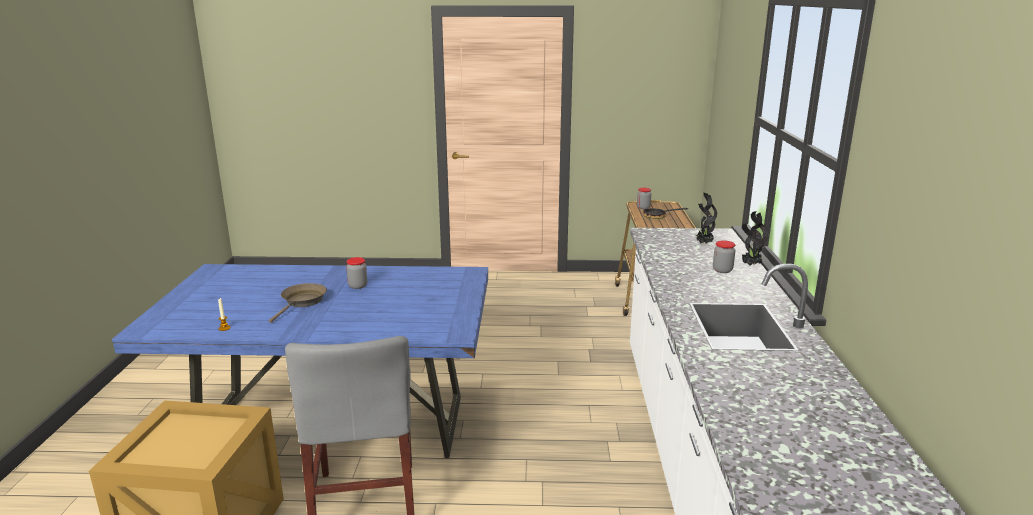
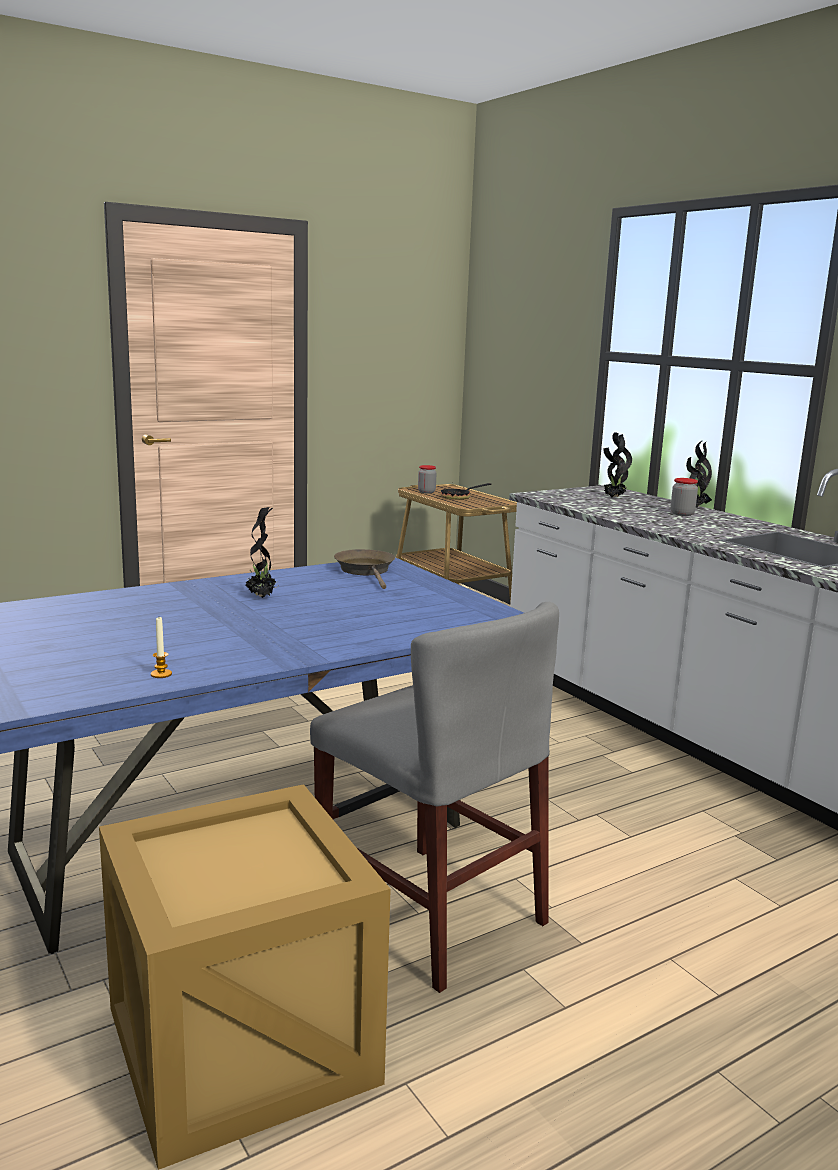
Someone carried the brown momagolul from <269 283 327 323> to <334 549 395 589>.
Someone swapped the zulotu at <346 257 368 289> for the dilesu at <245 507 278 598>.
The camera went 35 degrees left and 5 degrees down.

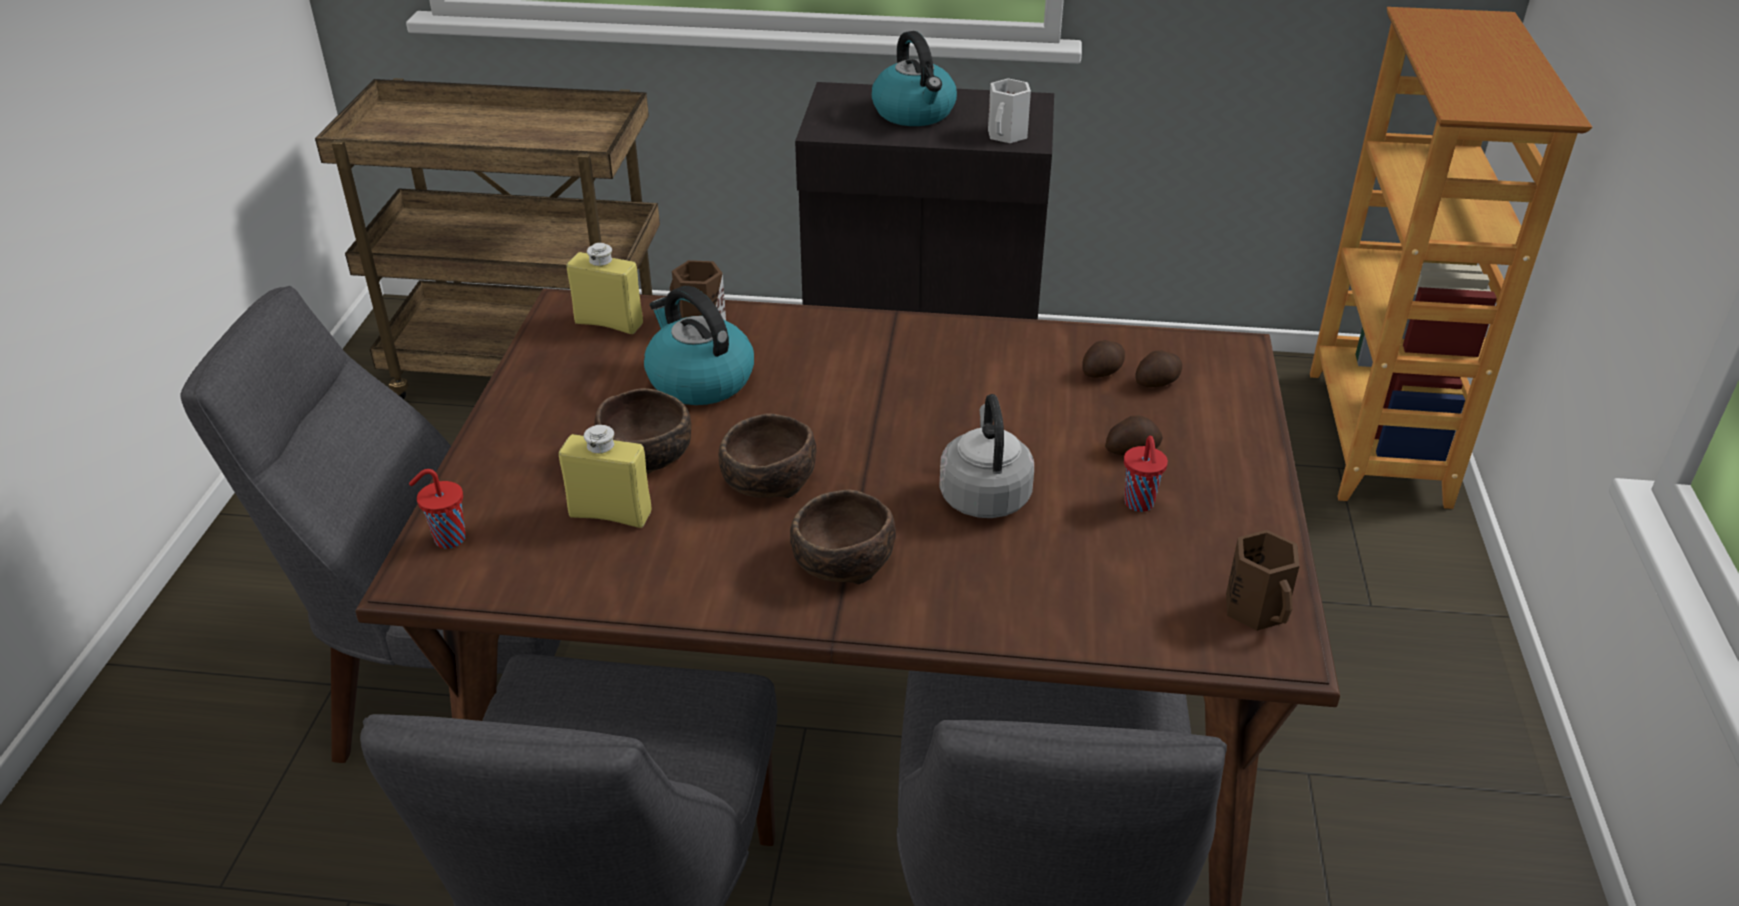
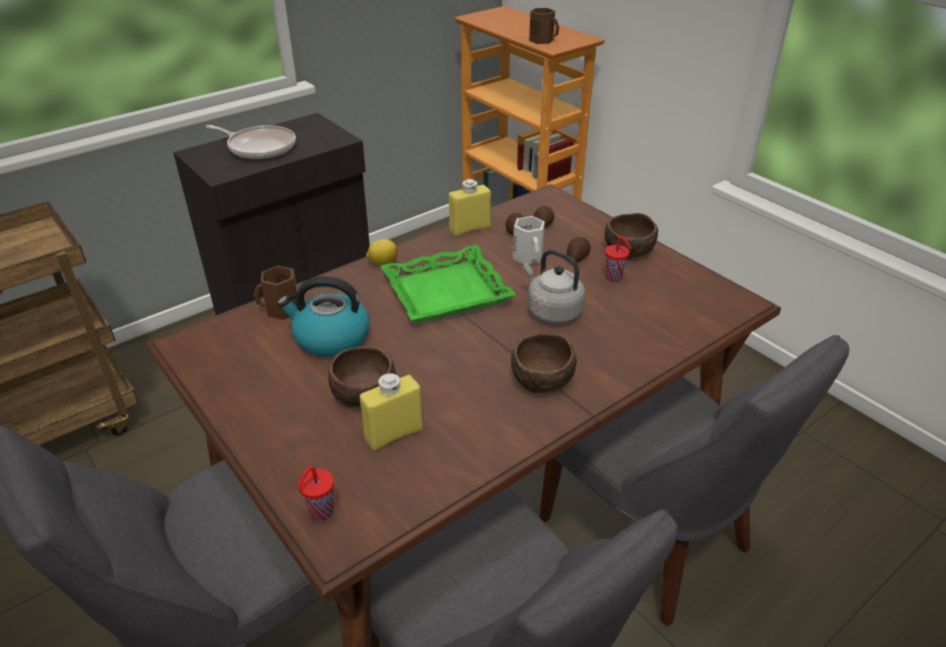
Someone carried the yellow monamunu from <567 243 643 334> to <449 179 491 237>.
Someone carried the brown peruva from <718 414 817 498> to <605 213 658 259>.
Someone swapped the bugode at <872 31 957 126> for the momagolul at <206 125 296 160>.
Someone carried the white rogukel from <988 78 1031 143> to <513 216 545 264>.
Someone carried the brown rogukel from <1226 530 1299 631> to <529 8 559 44>.
Someone put down the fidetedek at <366 239 398 265>.
Someone put down the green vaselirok at <381 245 516 322>.
The camera went 45 degrees left and 0 degrees up.

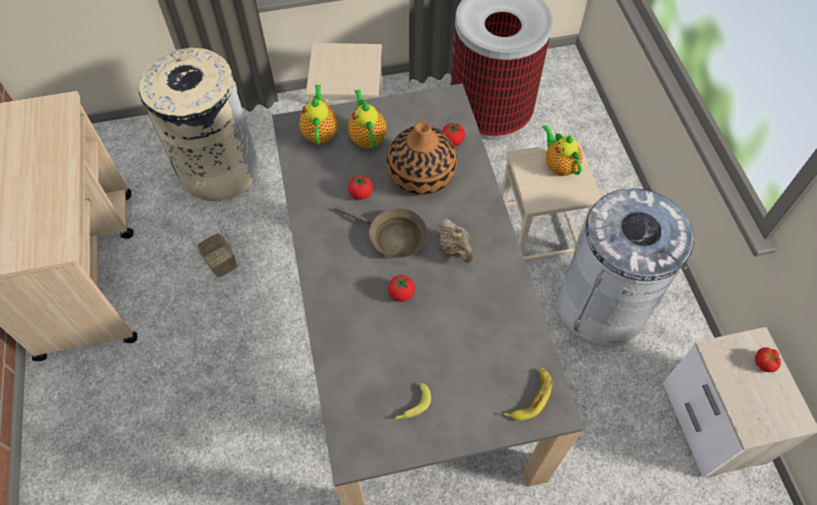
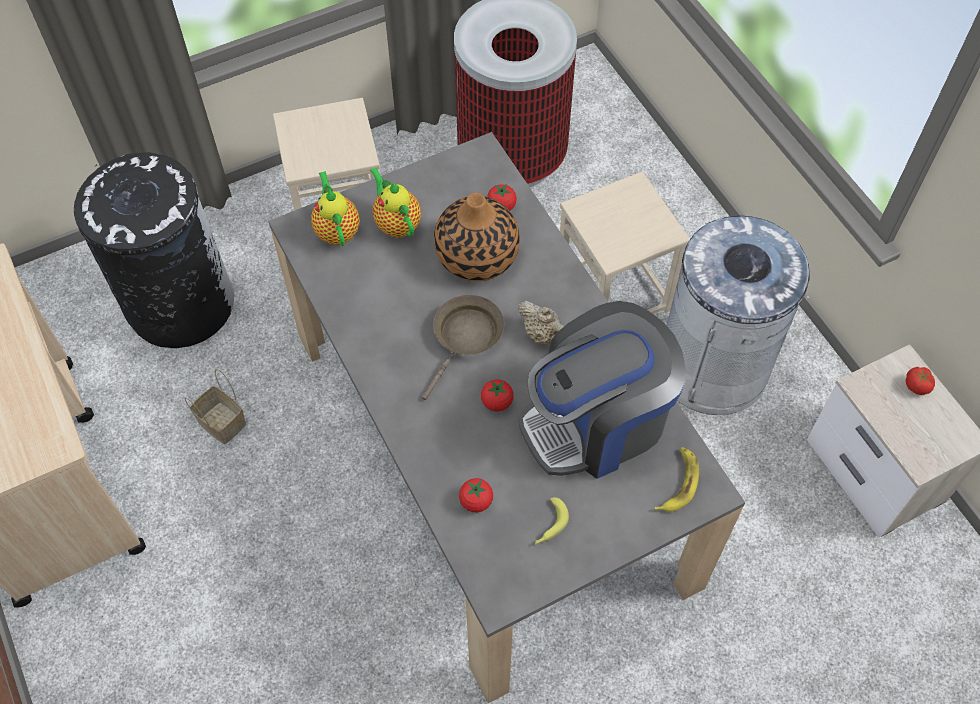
Someone repainted the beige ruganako at <139 48 259 201>, which became the black ruganako at <74 152 234 348>.
Someone rotated the brown momagolul at <335 206 427 258> by 75 degrees counterclockwise.
Someone carried the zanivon from <348 175 373 200> to <459 478 493 513>.
Someone took away the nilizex at <542 124 583 176>.
Someone put down the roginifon at <518 301 685 479>.
The camera went 15 degrees left and 0 degrees up.

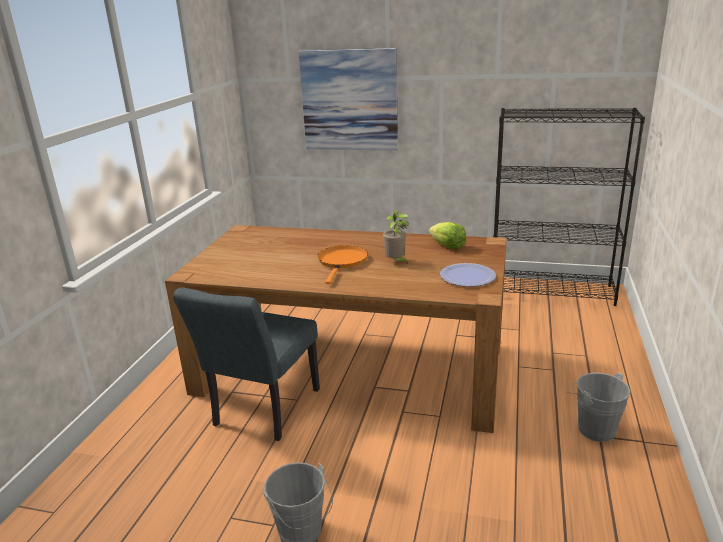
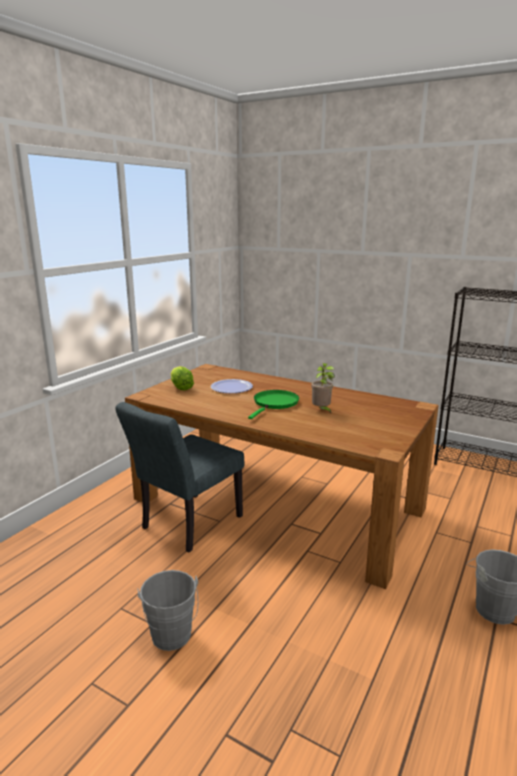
Someone took away the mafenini at <298 48 398 151>.
Someone repainted the orange momagolul at <318 245 368 284>, which became the green momagolul at <248 390 299 419>.
Someone carried the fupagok from <428 222 466 249> to <171 366 194 390>.
Someone carried the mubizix from <440 263 496 287> to <211 379 253 393>.
The camera went 15 degrees right and 5 degrees down.

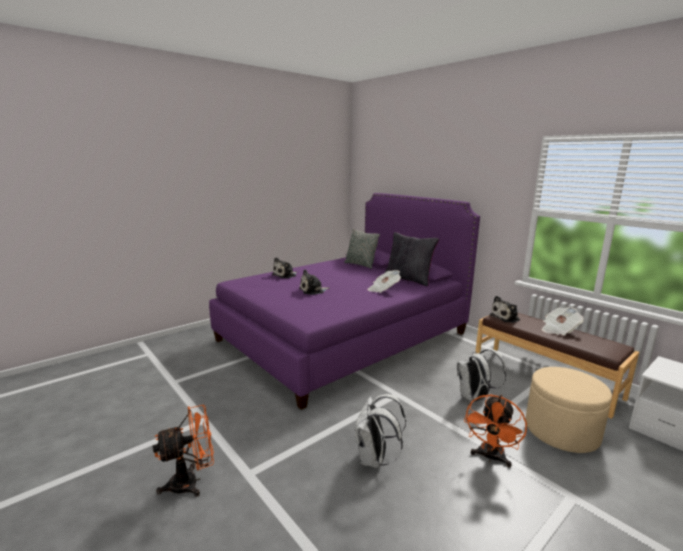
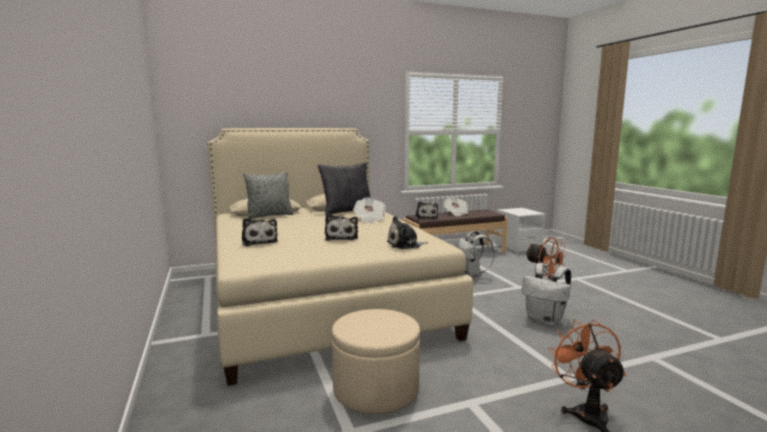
Someone repainted the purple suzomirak at <209 193 480 410>, which became the beige suzomirak at <207 128 473 386>.
Someone carried the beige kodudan from <526 367 612 453> to <332 309 420 414>.
Someone put down the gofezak at <386 216 428 249>.
The camera went 70 degrees left and 5 degrees down.

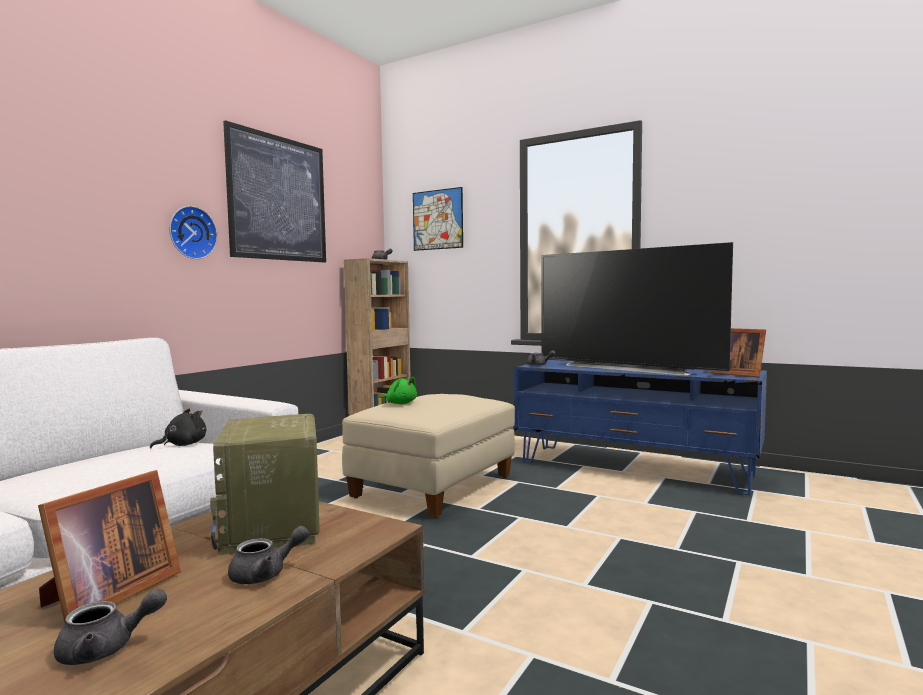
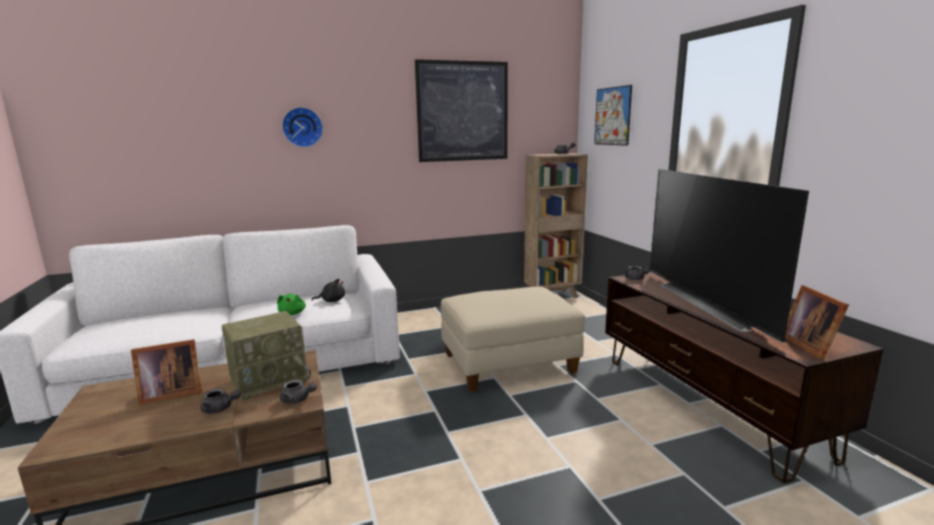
Someone carried the grey nilizex from <54 589 167 665> to <280 380 317 404>.
Someone carried the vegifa from <169 206 217 259> to <282 107 323 148>.
Someone rotated the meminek at <210 414 320 555> by 150 degrees counterclockwise.
Someone carried the green gofezak from <383 377 417 404> to <277 294 306 315>.
Someone repainted the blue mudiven at <514 360 767 495>, which became the brown mudiven at <605 272 884 483>.
The camera went 40 degrees right and 10 degrees up.

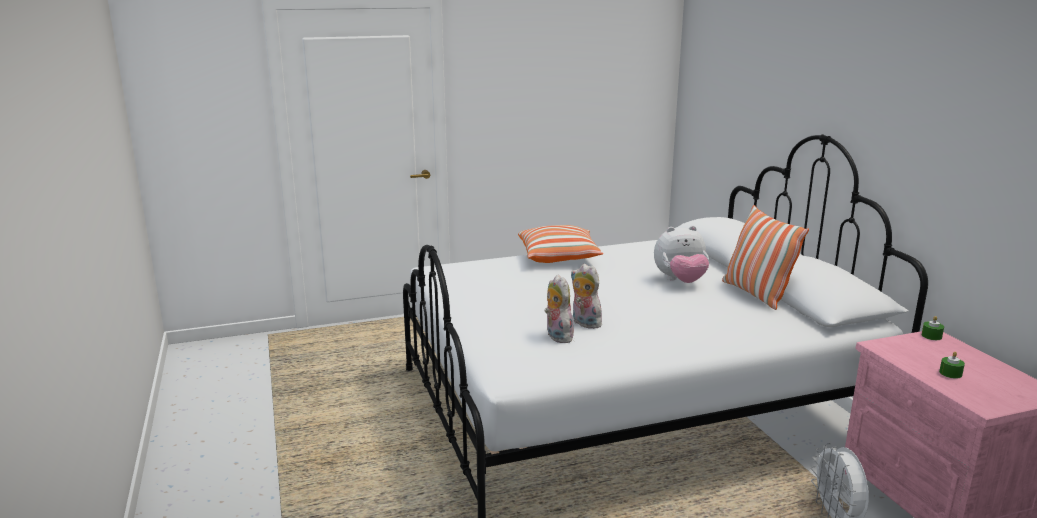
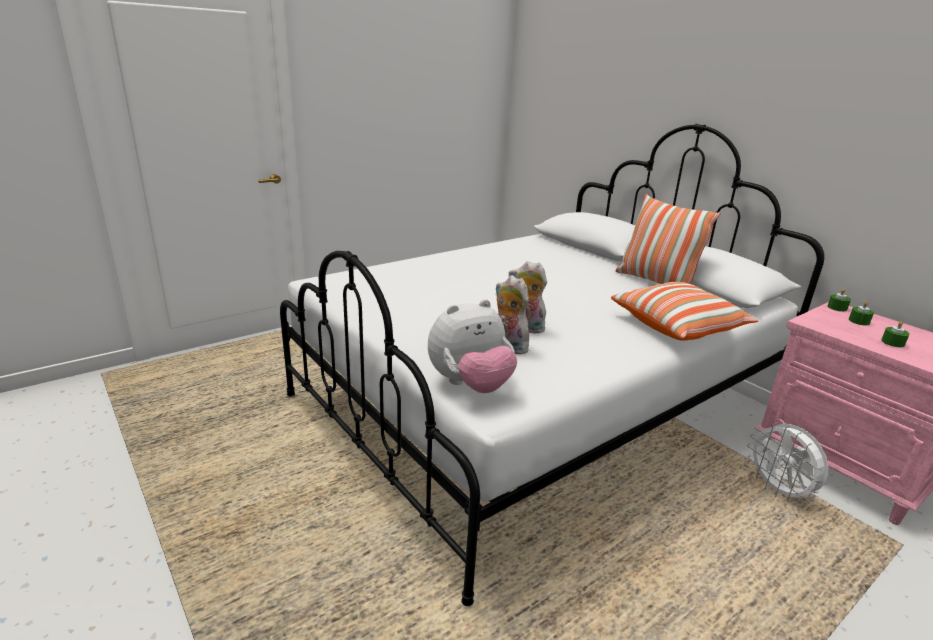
Someone carried the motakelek from <518 225 603 263> to <611 282 759 341>.
Someone carried the gofezak from <654 226 709 283> to <428 299 517 393>.
Someone put down the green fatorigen at <849 301 874 325>.
The camera went 20 degrees left and 5 degrees up.

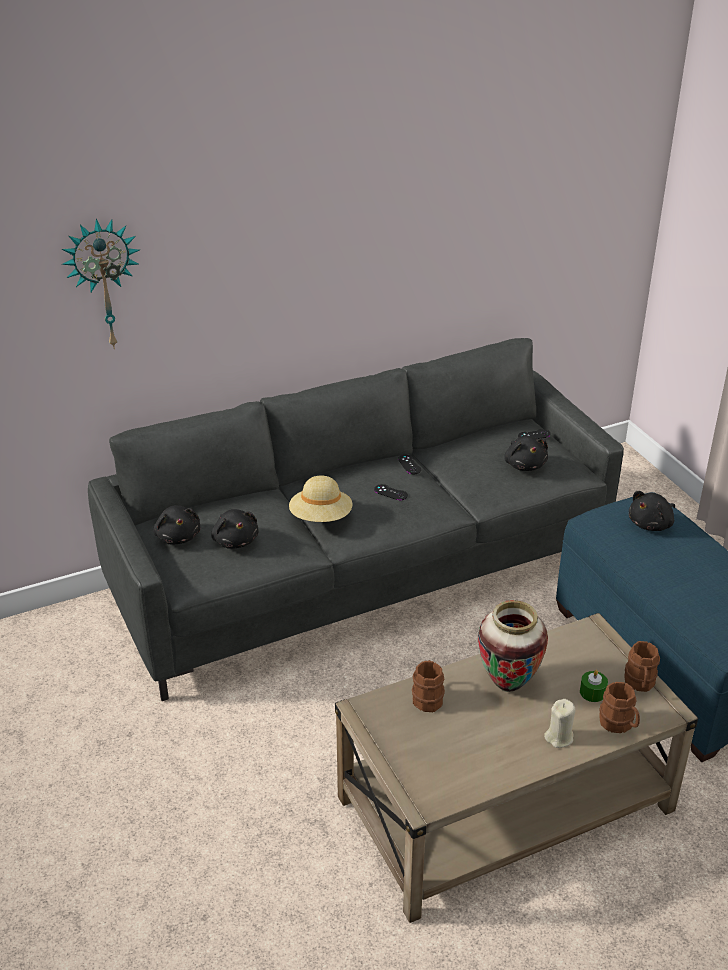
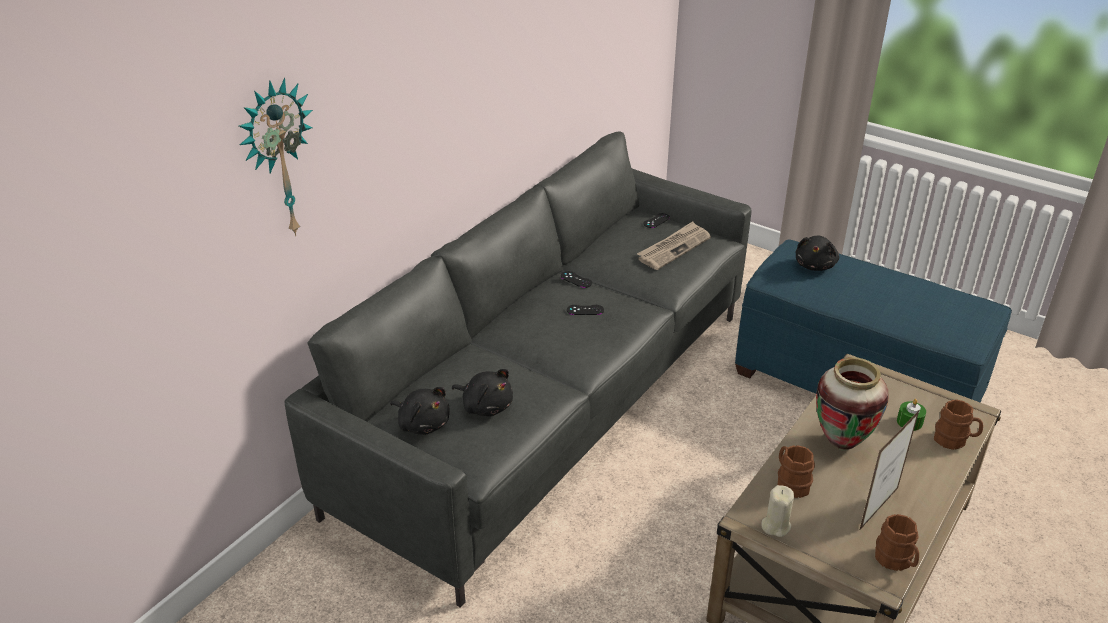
Someone took away the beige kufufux at <289 476 353 522>.
Someone swapped the black gofezak at <504 435 548 471> for the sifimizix at <637 221 711 270>.
Someone carried the beige fatorigen from <544 699 575 748> to <761 485 794 537>.
Someone carried the brown rogukel from <624 641 660 692> to <875 514 919 571>.
Someone put down the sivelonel at <859 409 920 531>.
The camera went 30 degrees left and 0 degrees up.

